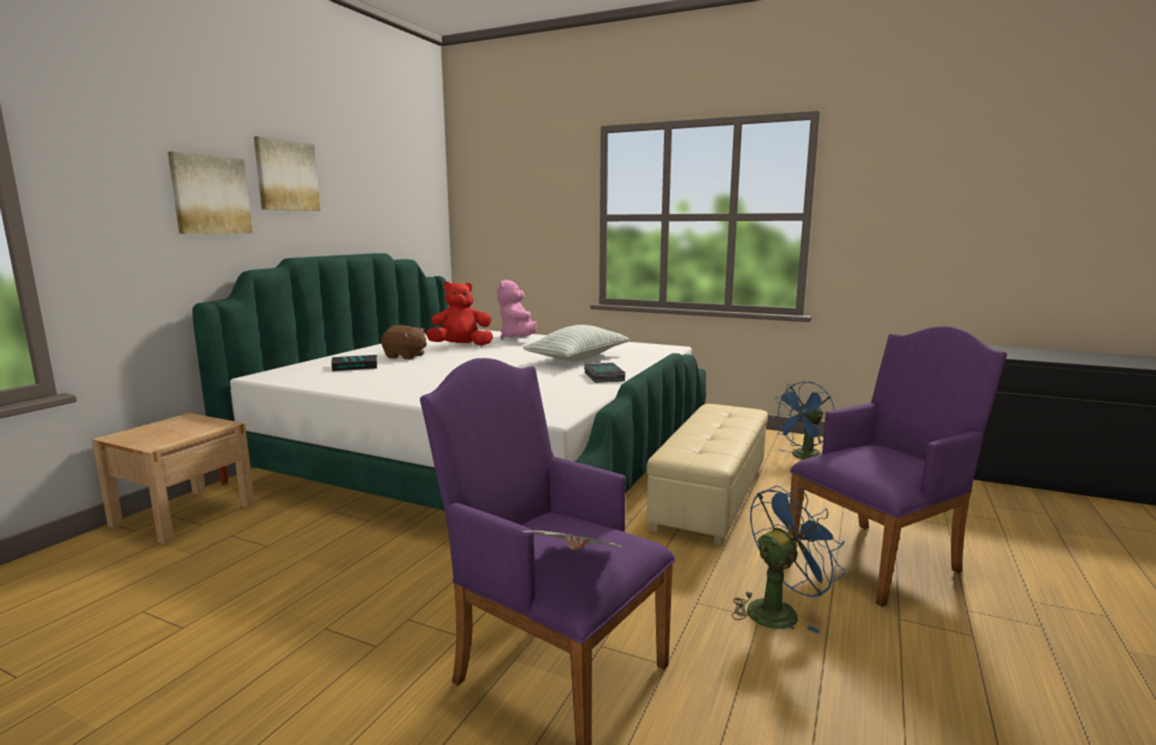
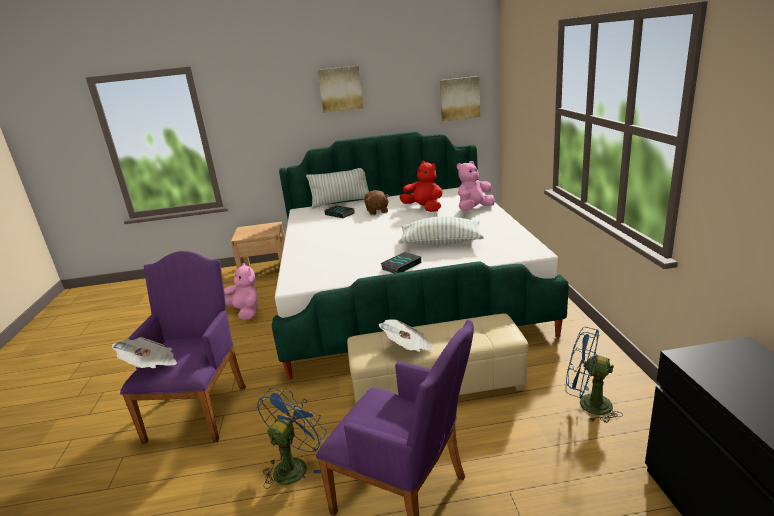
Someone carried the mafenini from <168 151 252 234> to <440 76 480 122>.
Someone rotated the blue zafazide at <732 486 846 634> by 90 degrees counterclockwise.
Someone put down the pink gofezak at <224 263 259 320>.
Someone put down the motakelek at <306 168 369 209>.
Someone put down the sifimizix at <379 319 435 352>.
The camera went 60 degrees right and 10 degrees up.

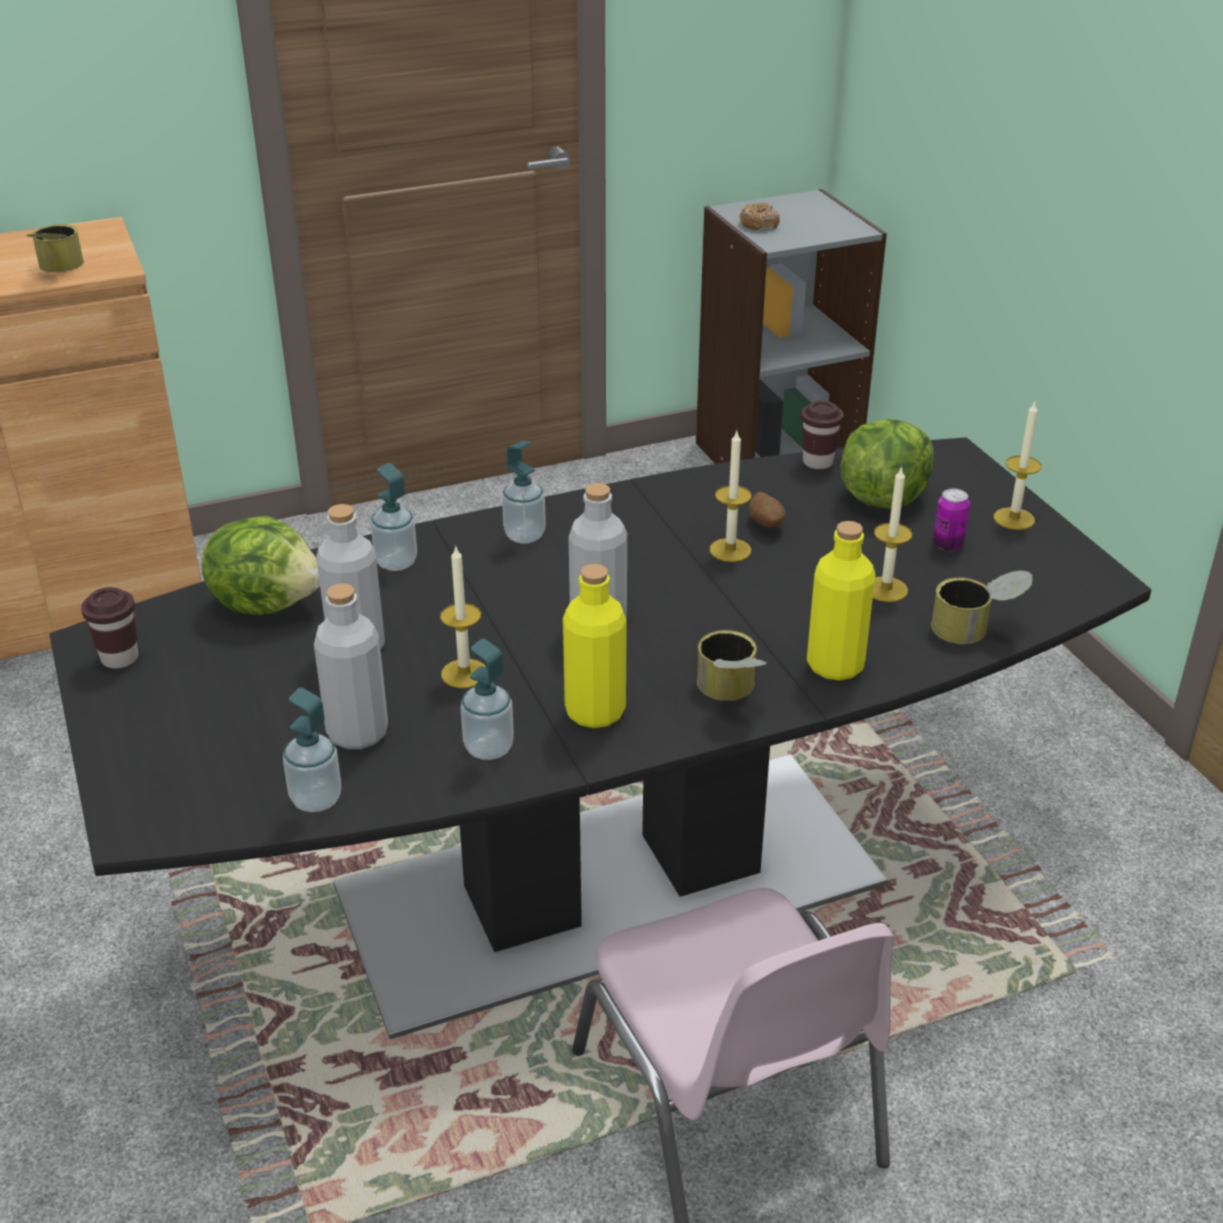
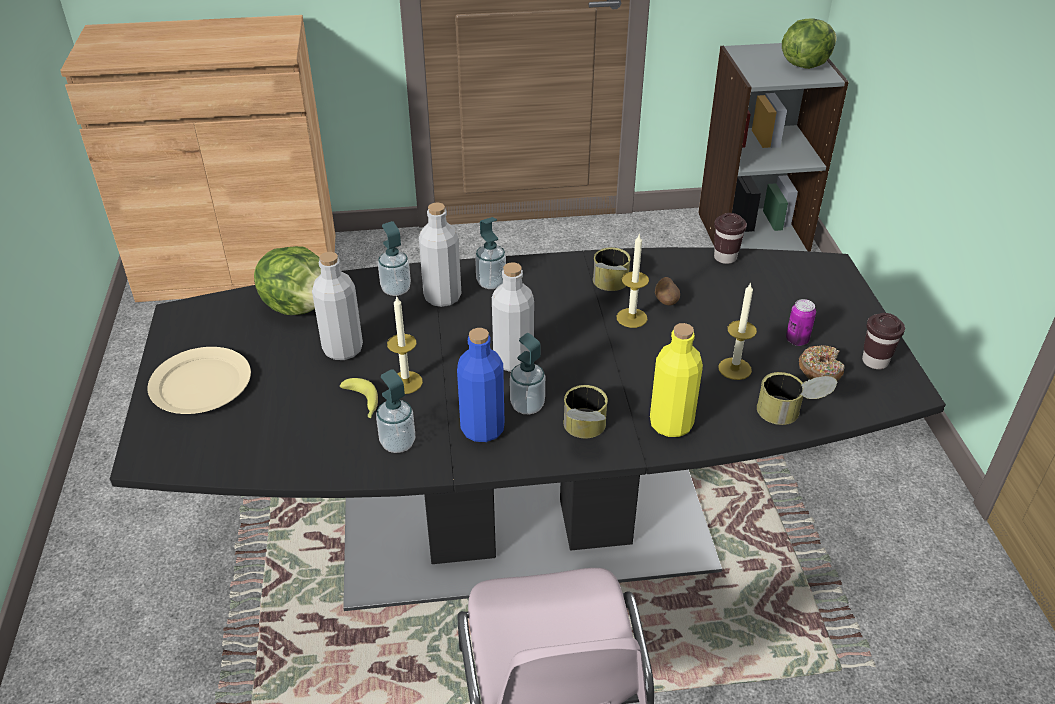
Someone carried the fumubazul from <27 224 84 273> to <593 247 631 291>.
Someone carried the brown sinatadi from <81 587 138 669> to <862 313 905 369>.
Someone carried the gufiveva from <283 688 341 812> to <510 333 545 414>.
Someone carried the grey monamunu from <314 583 388 749> to <419 202 461 307>.
Someone repainted the yellow monamunu at <563 564 627 728>, which became the blue monamunu at <457 328 505 442>.
Someone carried the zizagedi from <739 203 780 231> to <799 345 845 381>.
Someone carried the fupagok from <840 419 933 509> to <782 18 836 69>.
Someone took away the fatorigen at <994 402 1042 530>.
Someone put down the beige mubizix at <148 347 251 414>.
Someone put down the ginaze at <340 378 378 418>.
The camera went 15 degrees right and 5 degrees up.

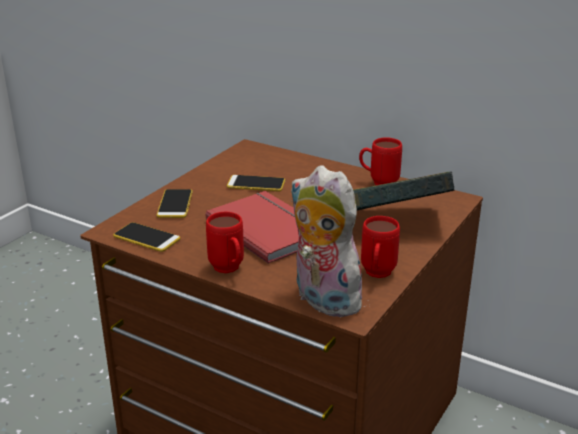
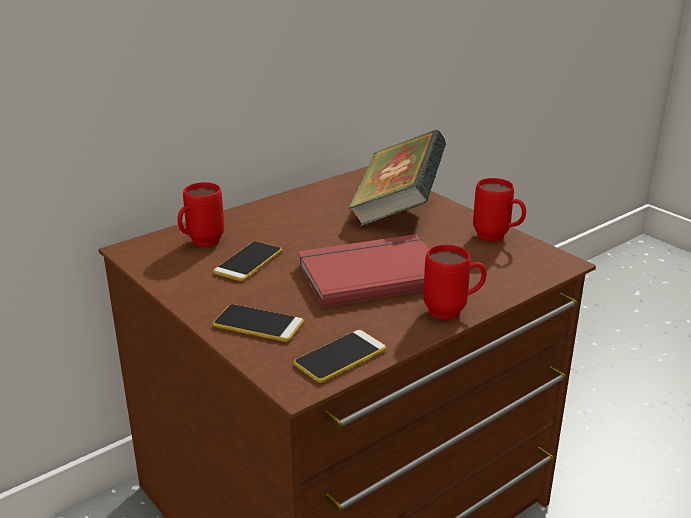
Someone took away the gofezak at <290 165 364 317>.
Someone carried the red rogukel from <359 137 402 185> to <177 182 224 247>.
The camera went 70 degrees left and 0 degrees up.

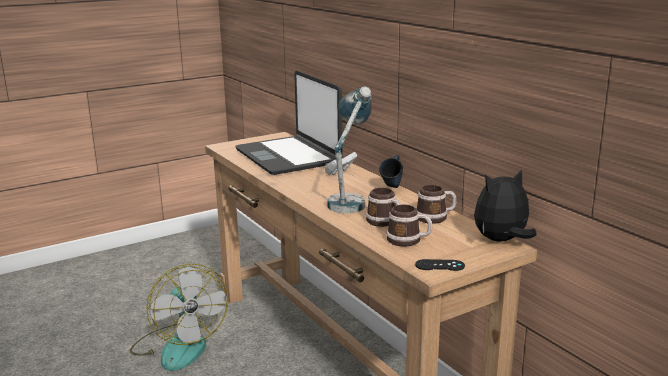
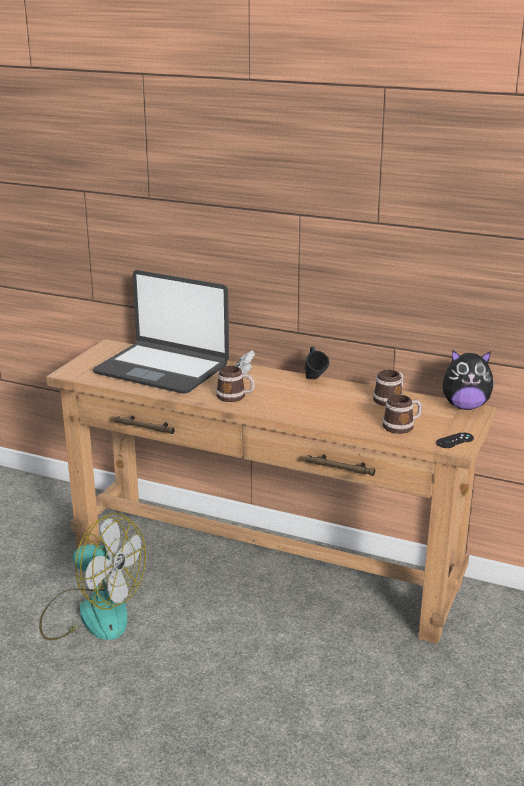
Someone took away the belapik at <327 86 372 213>.
Someone carried the rogukel from <366 188 401 227> to <216 366 255 402>.
Someone rotated the gofezak at <474 169 537 241> by 120 degrees counterclockwise.
The camera went 35 degrees left and 5 degrees up.

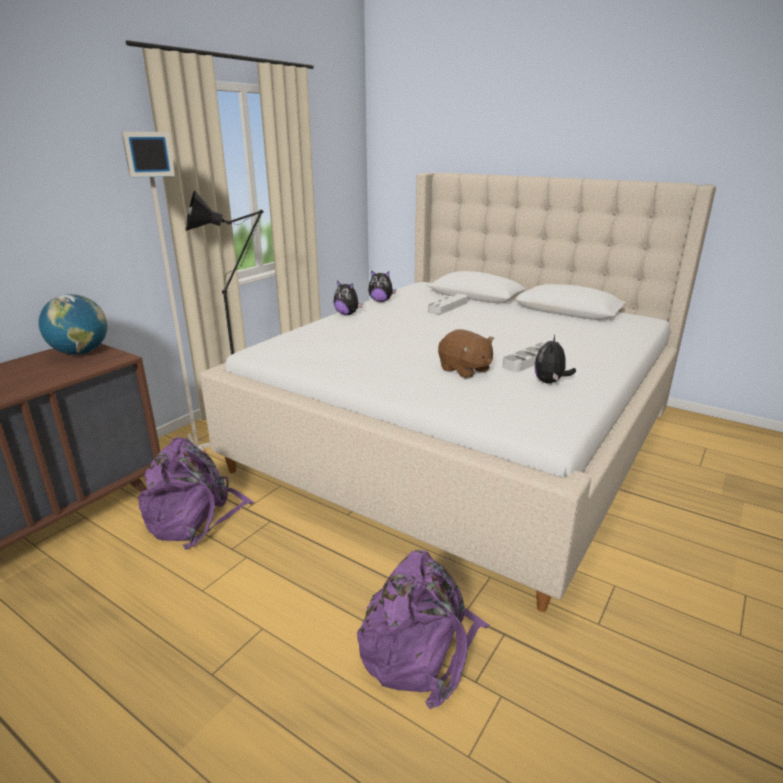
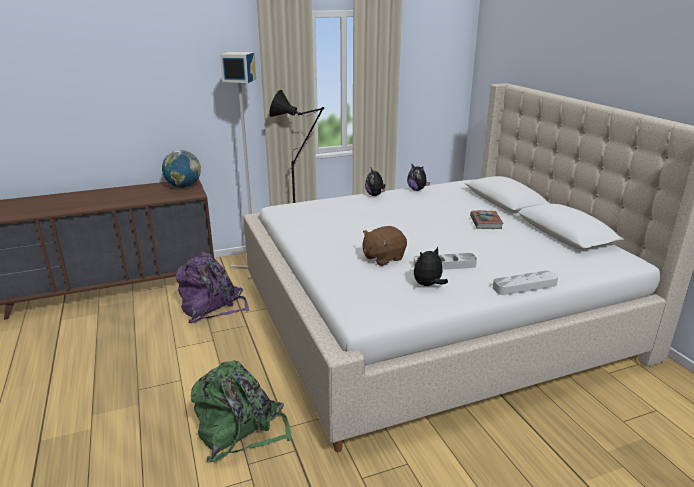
Someone repainted the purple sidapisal at <357 550 490 709>, which became the green sidapisal at <191 360 292 462>.
Someone carried the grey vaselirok from <428 294 468 315> to <493 271 558 295>.
Someone rotated the brown gofezak at <438 329 494 379> by 60 degrees clockwise.
Someone put down the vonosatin at <470 211 504 229>.
The camera went 35 degrees right and 0 degrees up.

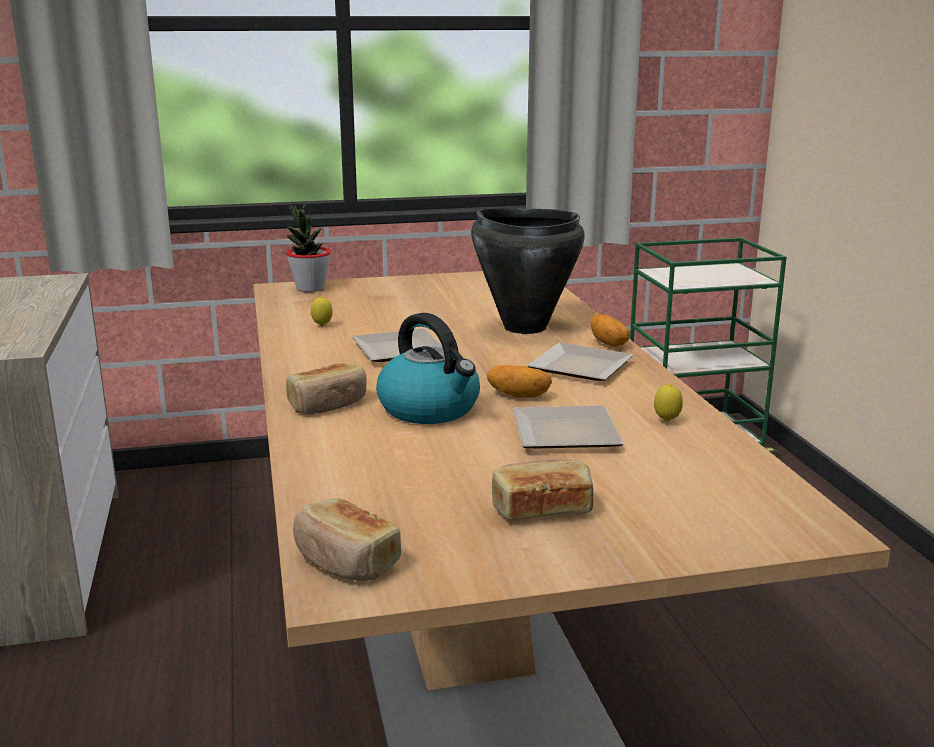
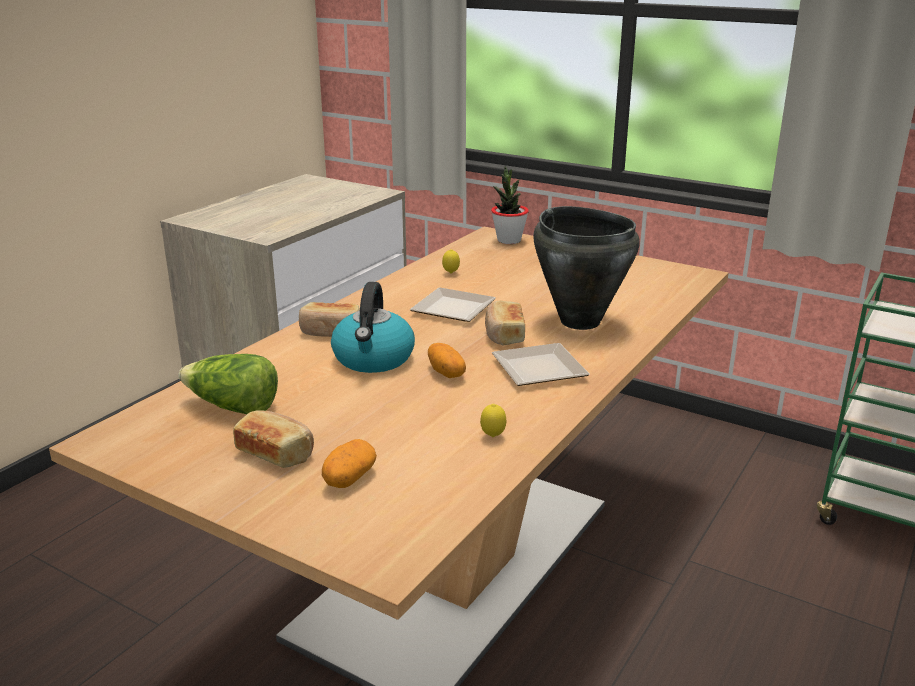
Someone carried the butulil from <293 498 401 581> to <485 300 525 345>.
Someone took away the mubizix at <513 406 624 448>.
Someone carried the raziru from <590 314 630 347> to <322 439 377 488>.
Someone put down the fupagok at <179 354 278 414>.
The camera went 45 degrees right and 5 degrees up.

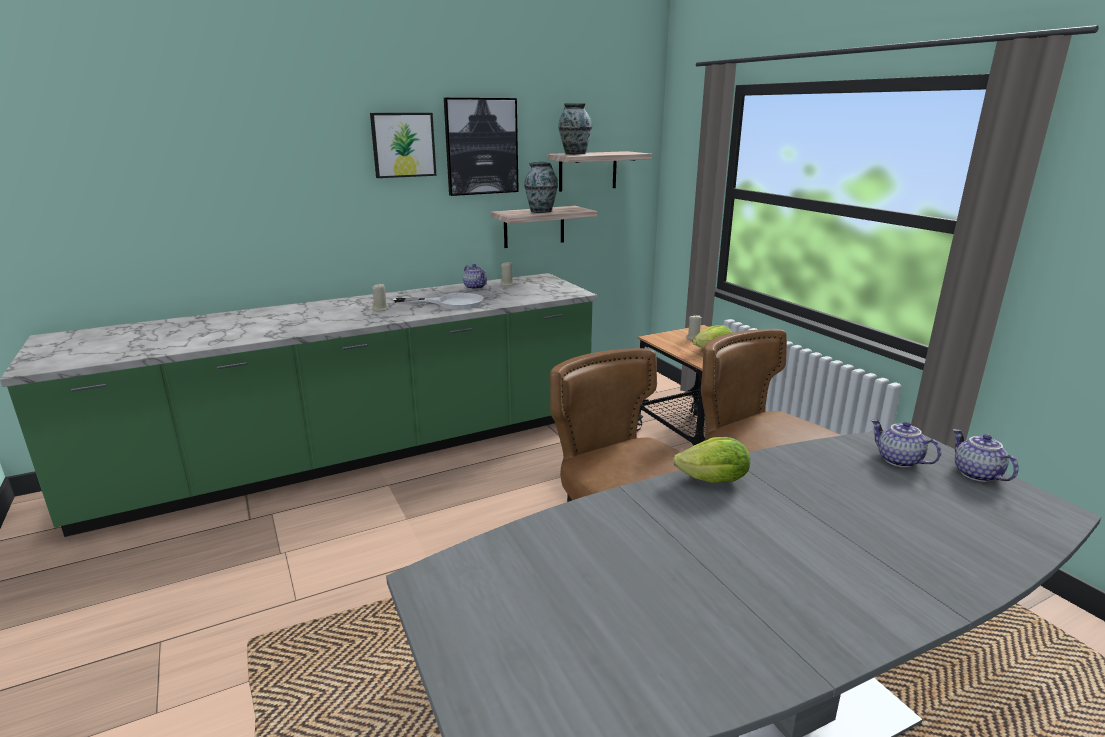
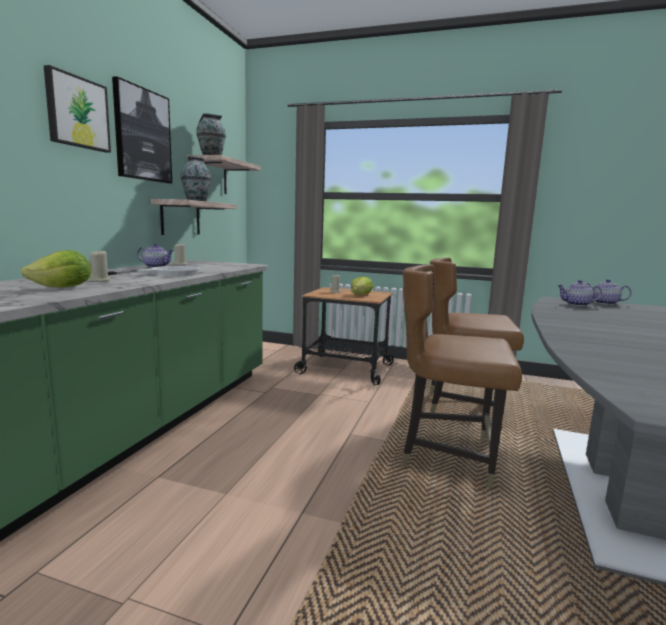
Someone carried the fupagok from <673 437 750 483> to <21 250 91 288>.
The camera went 45 degrees left and 10 degrees down.

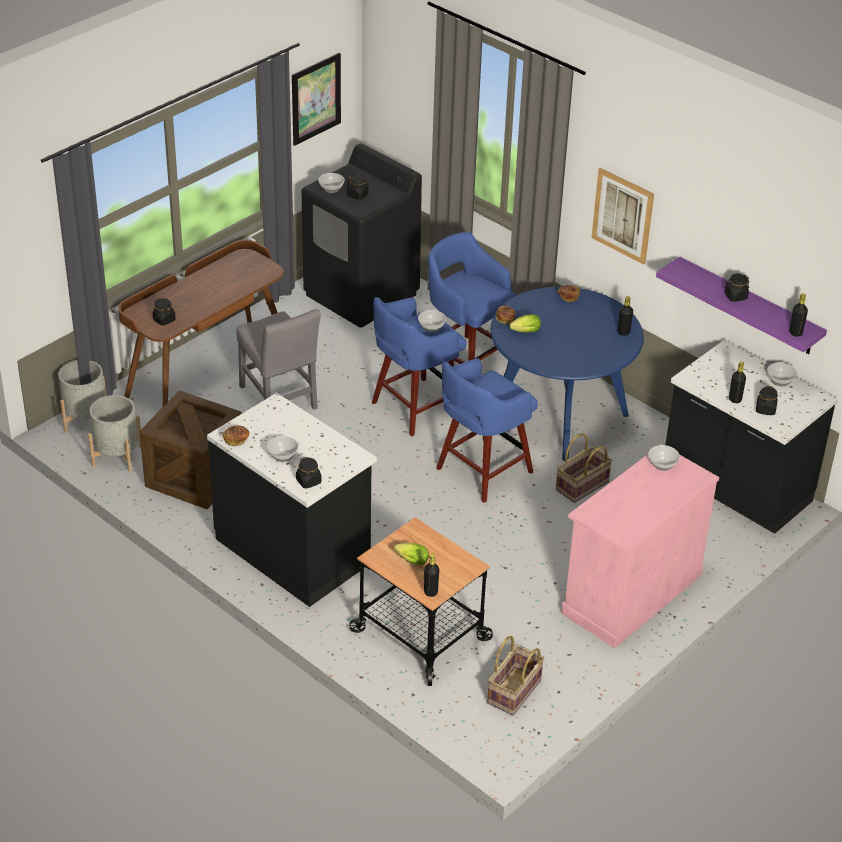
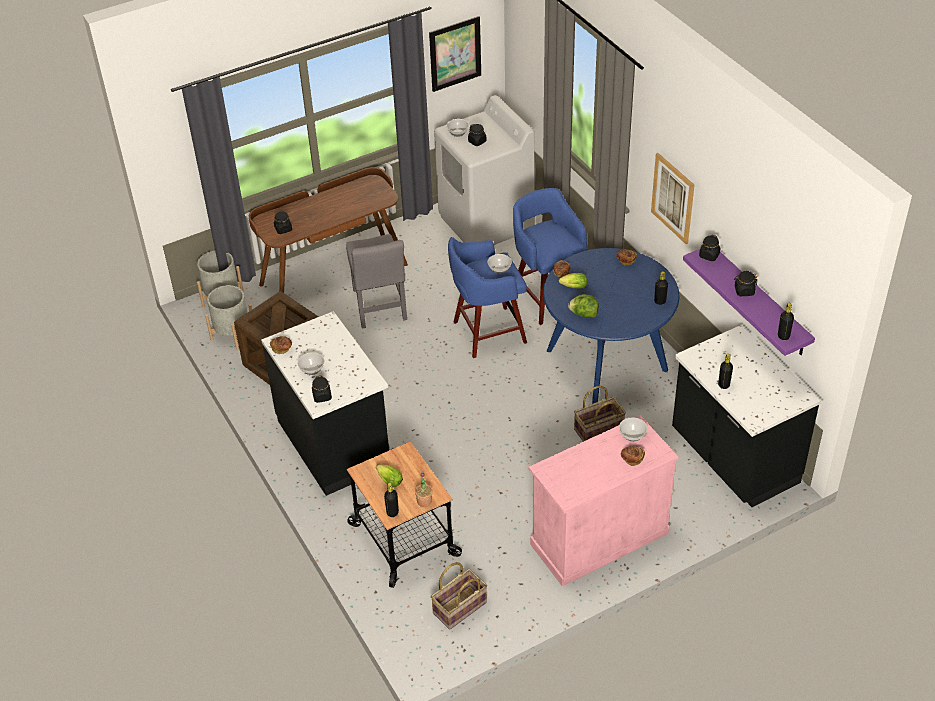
Someone repainted the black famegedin at <301 143 422 328>, which became the white famegedin at <434 95 535 245>.
Someone took away the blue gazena at <436 358 538 503>.
Someone carried the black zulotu from <756 386 778 415> to <699 235 721 261>.
Someone took away the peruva at <767 363 797 386>.
Someone put down the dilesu at <415 472 432 507>.
Someone put down the fupagok at <568 294 599 318>.
Someone put down the butulil at <621 446 645 466>.
The camera went 20 degrees right and 5 degrees up.

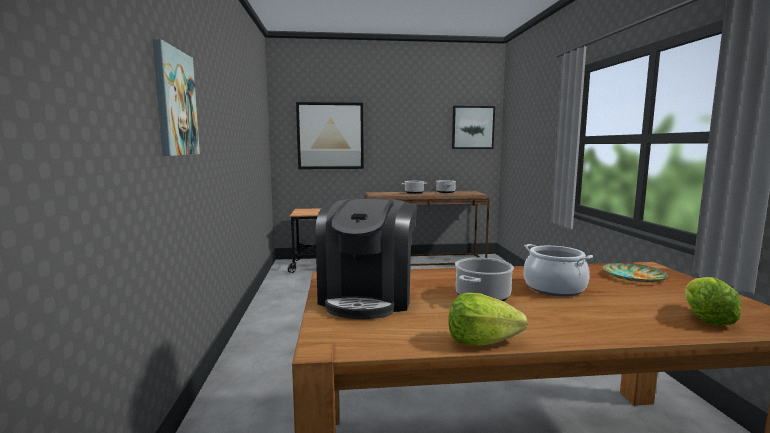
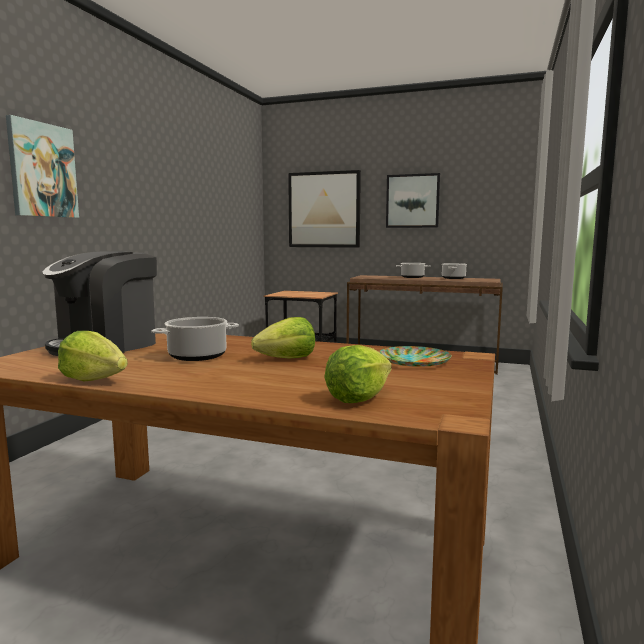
Someone carried the mafenini from <452 106 495 149> to <386 173 440 228>.
Someone swapped the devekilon at <524 244 593 296> for the fupagok at <251 317 315 359>.
The camera went 25 degrees right and 0 degrees up.

